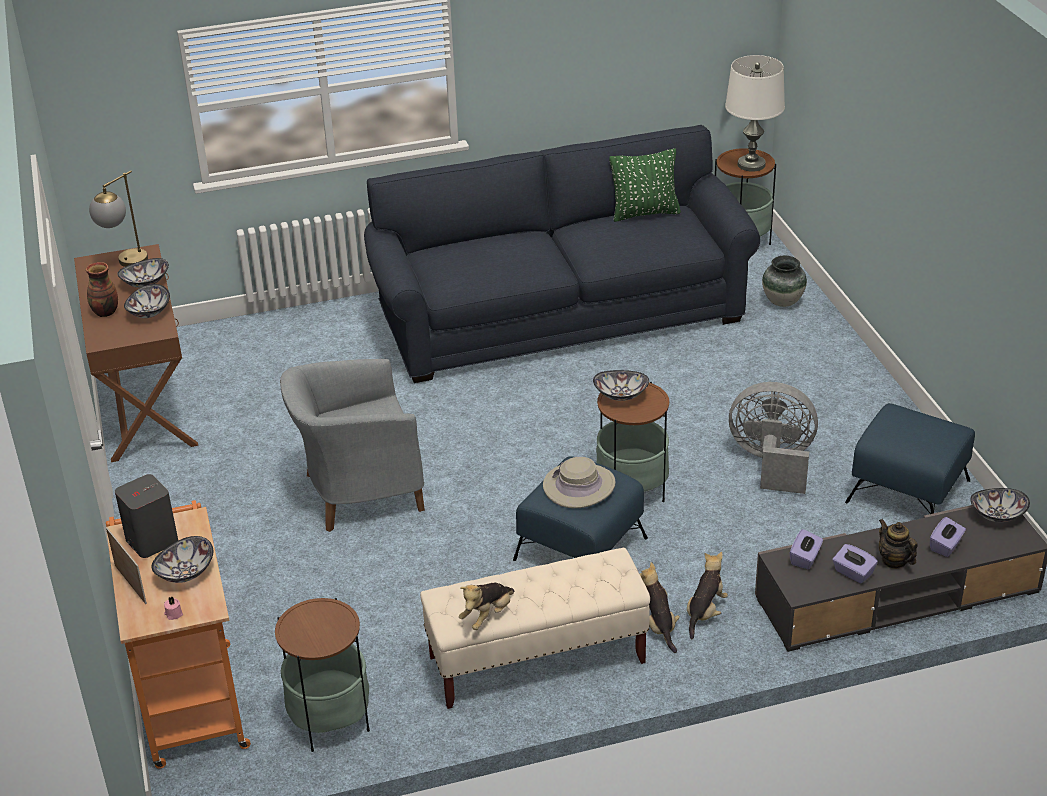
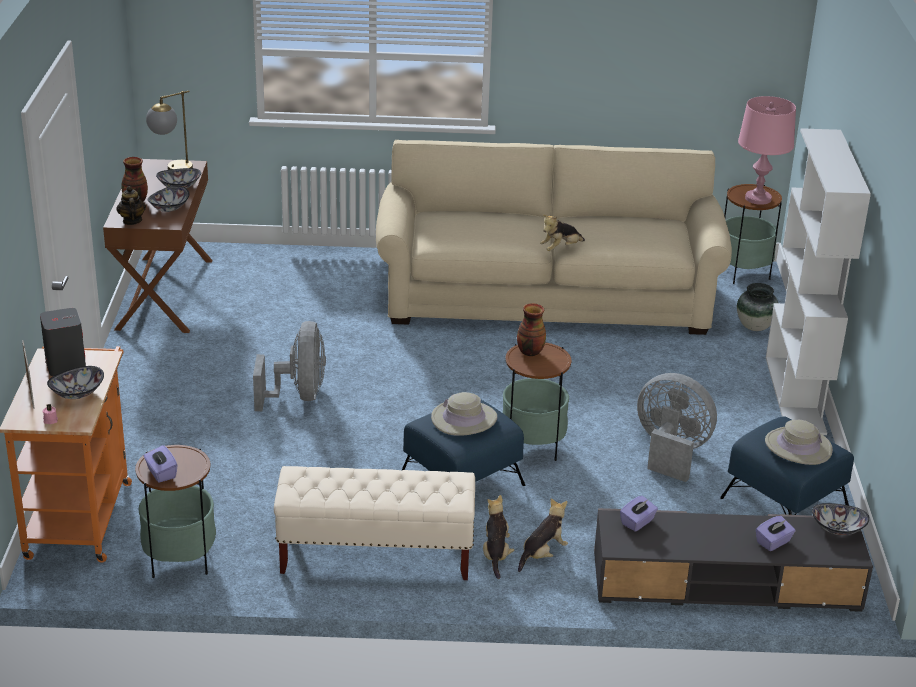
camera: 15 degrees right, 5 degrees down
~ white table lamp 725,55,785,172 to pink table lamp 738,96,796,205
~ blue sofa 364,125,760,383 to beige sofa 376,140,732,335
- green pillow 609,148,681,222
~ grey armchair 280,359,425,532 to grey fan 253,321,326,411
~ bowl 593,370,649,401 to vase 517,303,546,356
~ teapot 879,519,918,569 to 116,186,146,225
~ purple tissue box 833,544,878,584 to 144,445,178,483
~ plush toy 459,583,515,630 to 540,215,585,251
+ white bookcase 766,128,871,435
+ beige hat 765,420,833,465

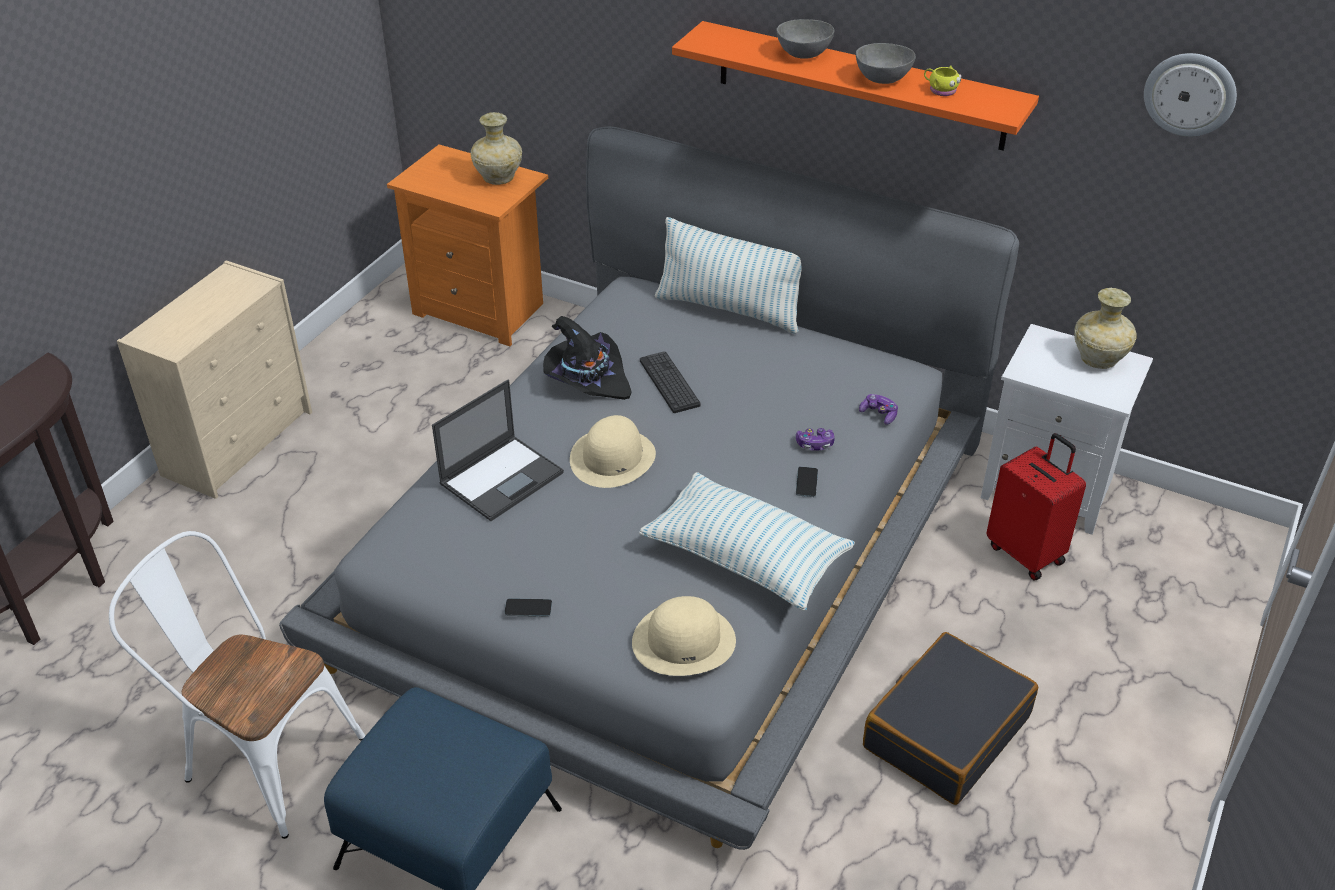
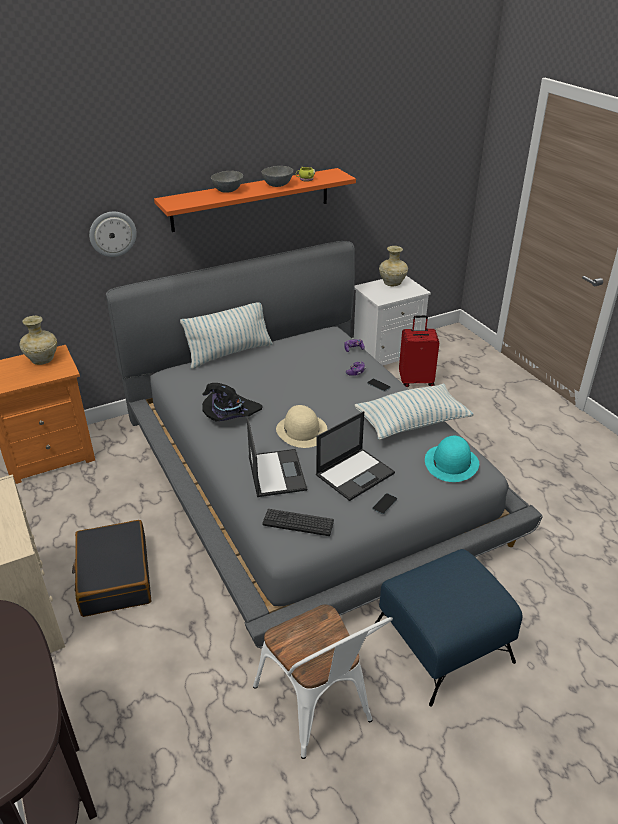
camera: 55 degrees left, 5 degrees down
~ wall clock 1144,53,1237,136 to 89,212,137,257
~ keyboard 640,351,701,413 to 263,509,334,536
~ white chair 109,531,365,839 = 253,605,393,759 90 degrees counterclockwise
~ beige hat 632,596,736,676 to turquoise hat 425,436,479,482
~ black suitcase 863,632,1038,805 to 72,520,151,617
+ laptop 316,411,395,501

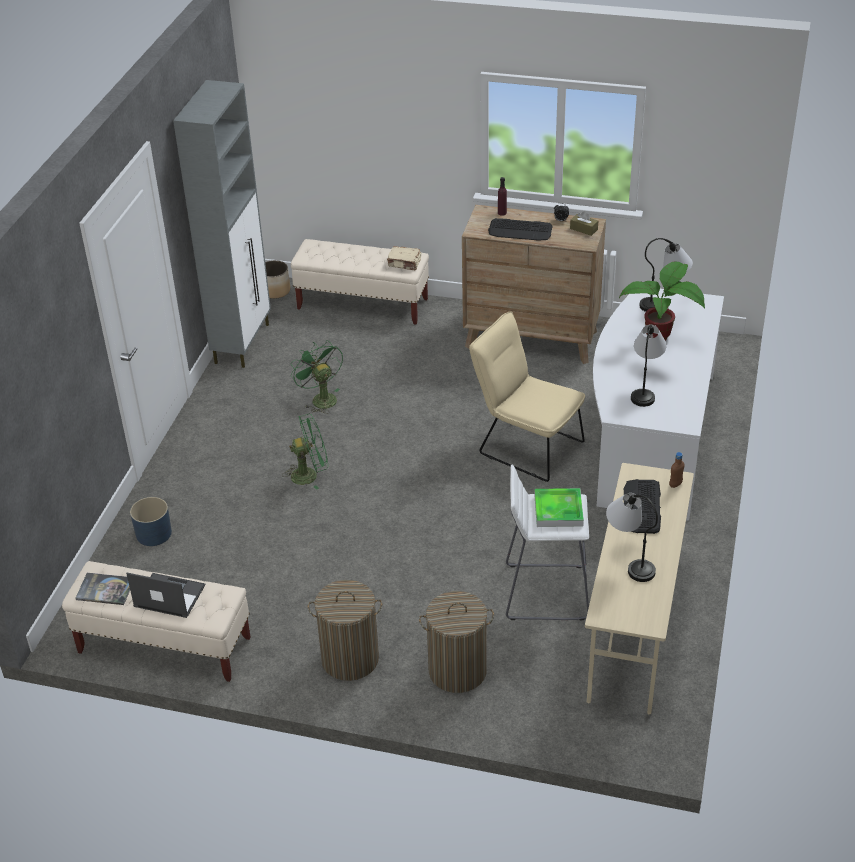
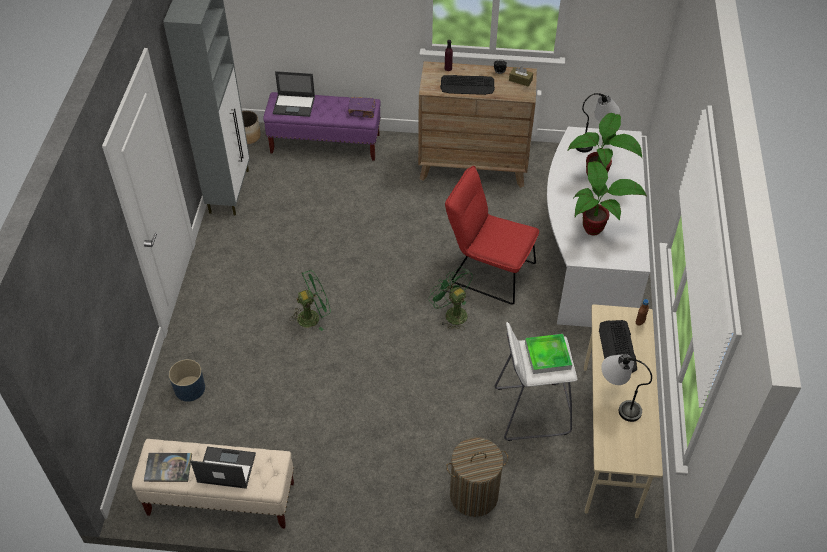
camera: 10 degrees left, 10 degrees up
~ beige bench 291,239,429,325 to purple bench 263,92,381,161
~ beige book 387,246,421,270 to purple book 348,97,376,118
~ beige chair 469,311,585,482 to red chair 445,166,539,305
~ table lamp 631,324,666,407 to potted plant 573,161,647,236
~ green fan 291,340,343,414 to 428,267,473,330
- laundry basket 308,580,382,681
+ laptop 273,71,315,117

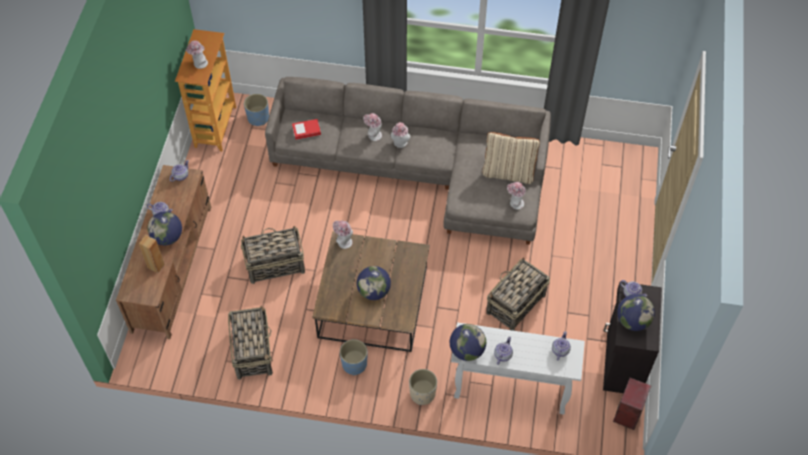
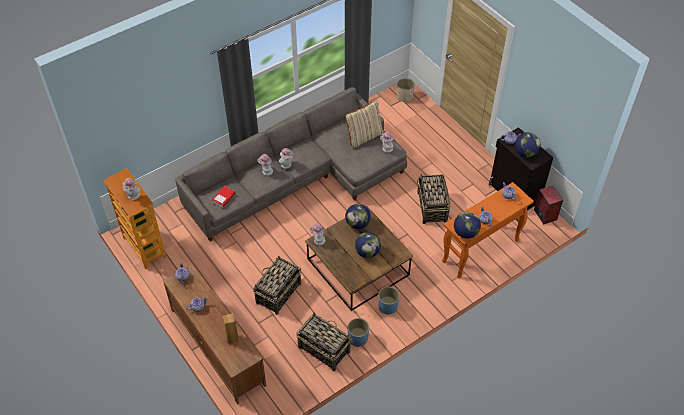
camera: 45 degrees left, 5 degrees down
~ blue planter 244,94,269,126 to 348,318,369,347
~ globe 148,211,182,245 to 345,204,371,229
~ white console table 451,322,585,415 to orange console table 442,182,534,278
~ beige planter 409,369,437,405 to 397,78,415,102

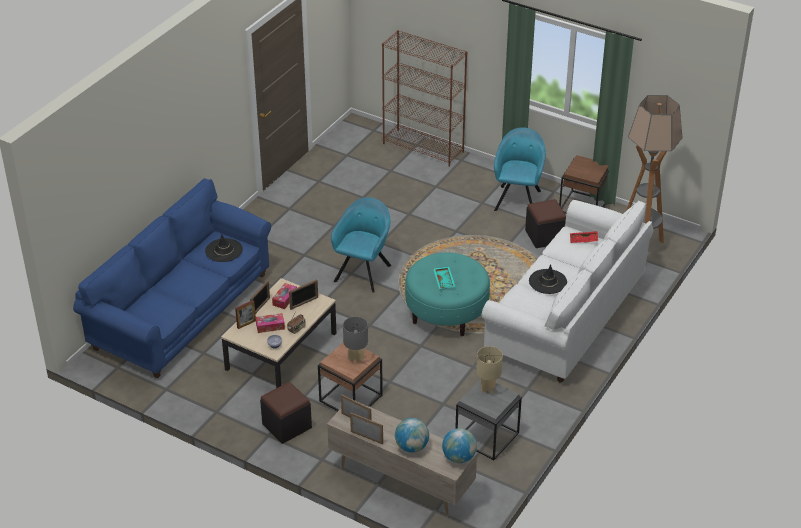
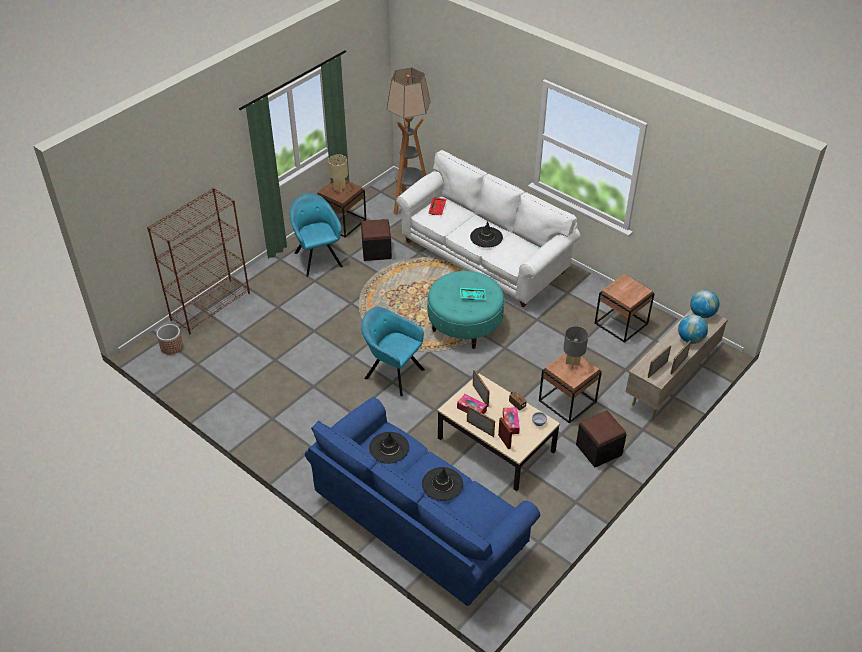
camera: 80 degrees left, 5 degrees up
~ turquoise armchair 494,127,546,211 = 290,193,343,277 45 degrees clockwise
~ beige table lamp 476,346,503,394 to 328,154,348,192
~ grey side table 455,379,522,461 to brown side table 595,274,655,343
+ planter 157,324,183,355
+ black hat 422,467,463,501

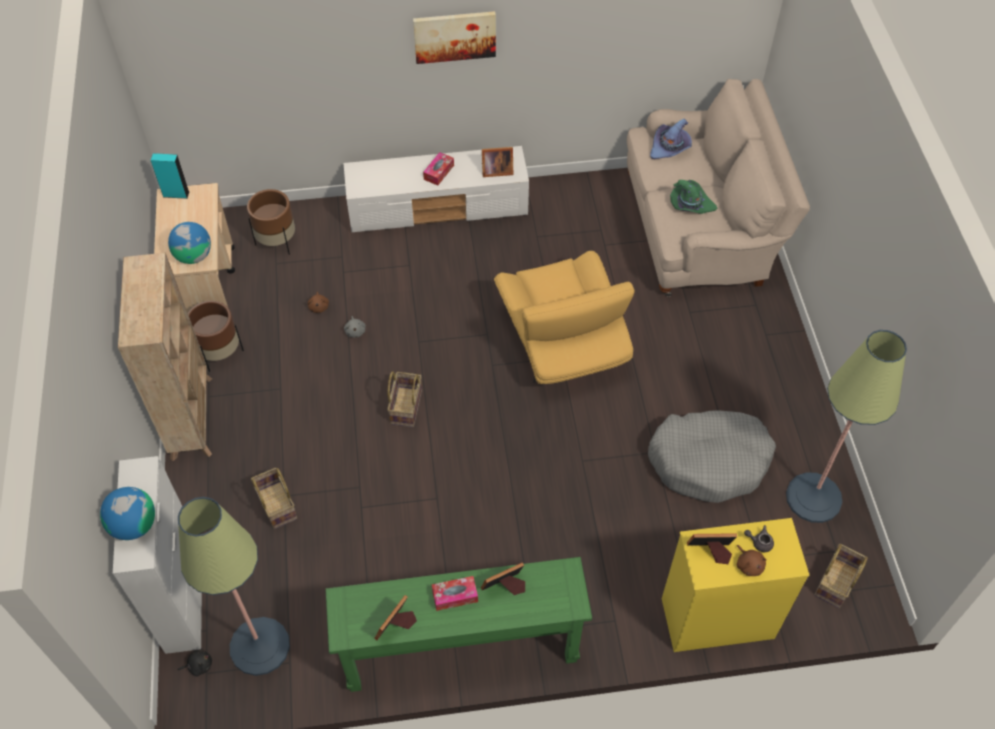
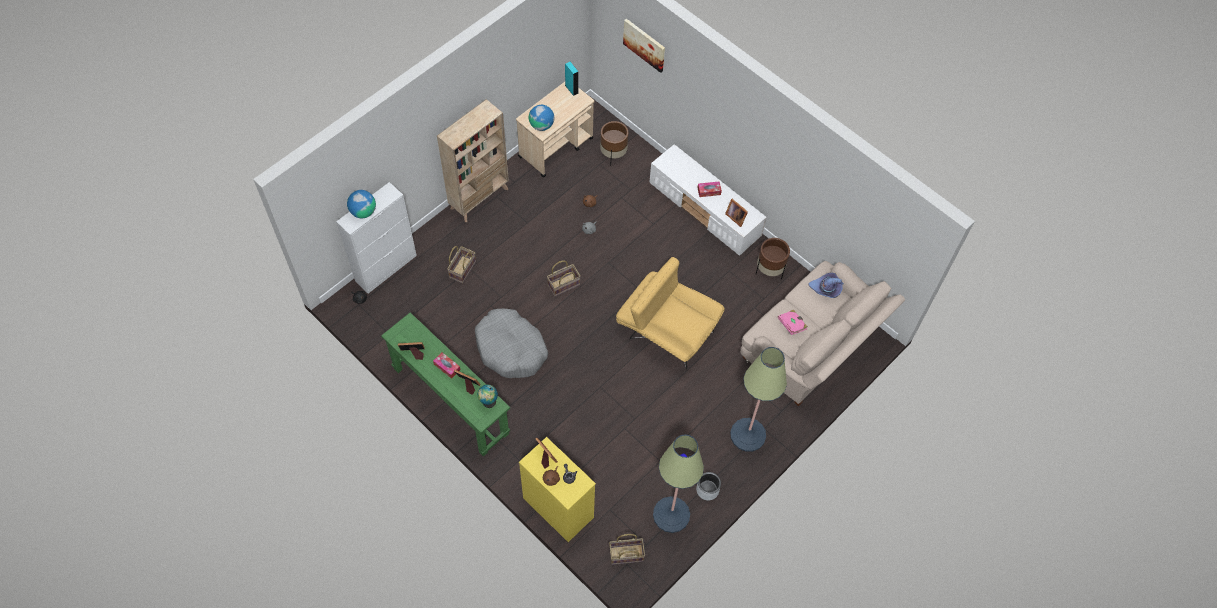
camera: 50 degrees right, 5 degrees up
~ picture 413,11,496,64 to 623,19,665,73
~ green hat 670,180,717,214 to pink book 778,310,807,335
~ yellow armchair 494,251,635,384 = 616,257,725,369 90 degrees clockwise
~ brown planter 188,301,244,372 to 756,238,790,280
~ grey dog bed 648,410,776,503 to 475,309,548,378
~ floor lamp 178,497,290,676 to 730,347,787,452
+ globe 478,385,498,408
+ grey planter 696,472,721,500

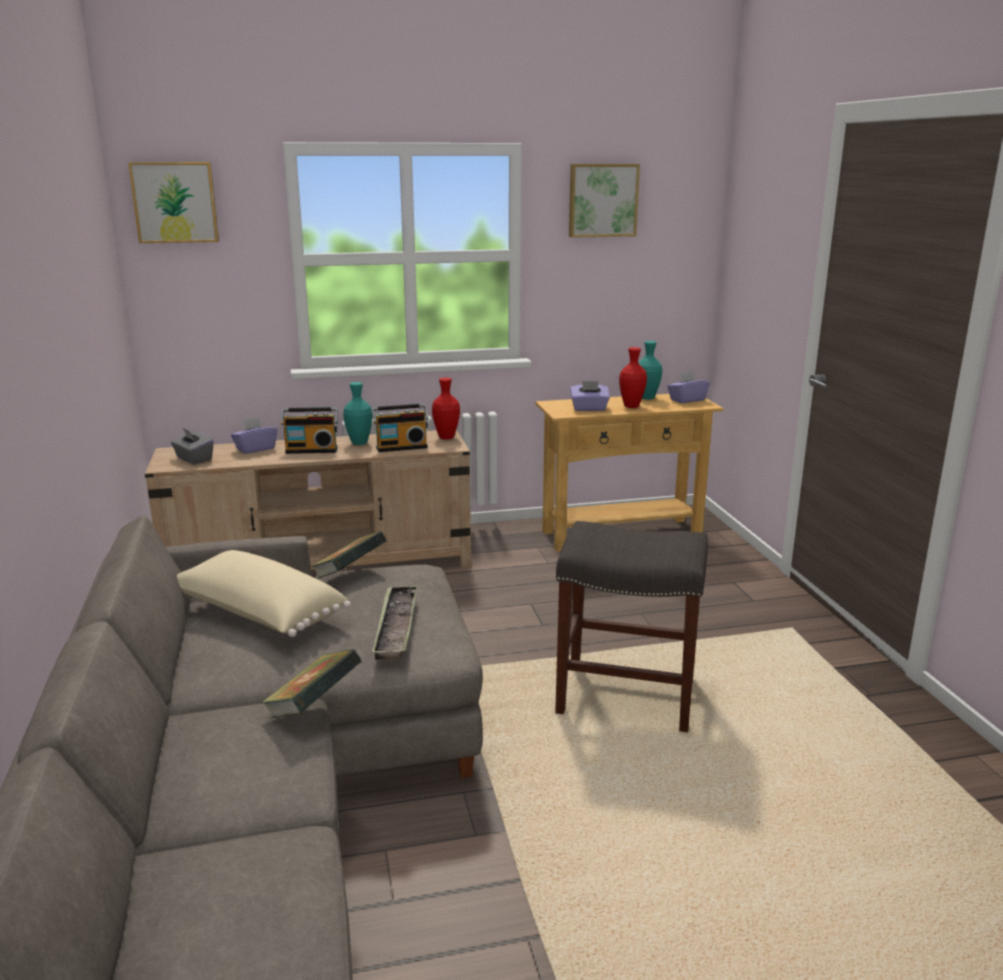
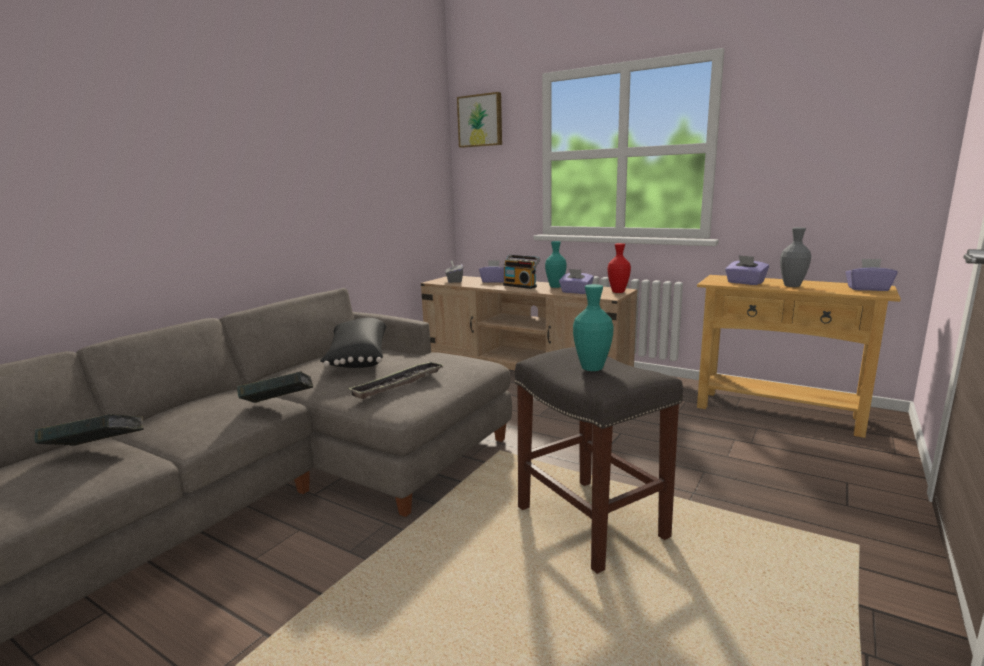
camera: 45 degrees right, 5 degrees down
- picture 569,164,640,238
~ turquoise vase 638,341,662,400 to 573,284,614,371
~ red vase 619,347,647,408 to grey vase 780,227,811,287
~ radio 371,404,429,452 to purple tissue box 559,269,594,294
~ book 310,531,386,579 to 34,414,144,446
~ beige pillow 177,550,351,637 to black pillow 320,318,386,368

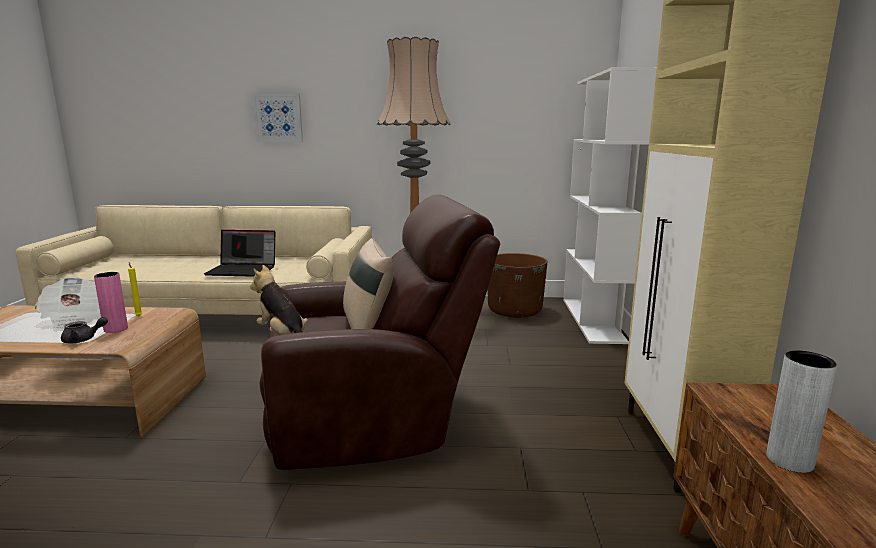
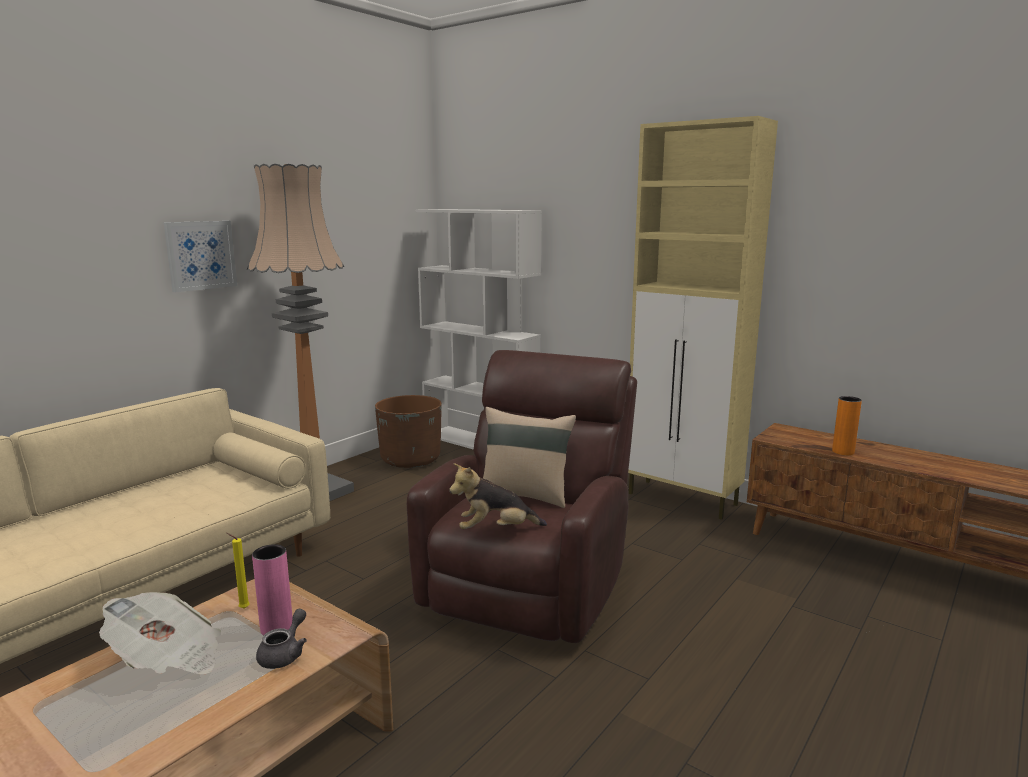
camera: 55 degrees left, 0 degrees up
~ picture 252,93,303,142 to 164,221,237,292
- laptop 204,230,275,277
~ grey vase 766,350,837,473 to orange vase 832,396,862,455

